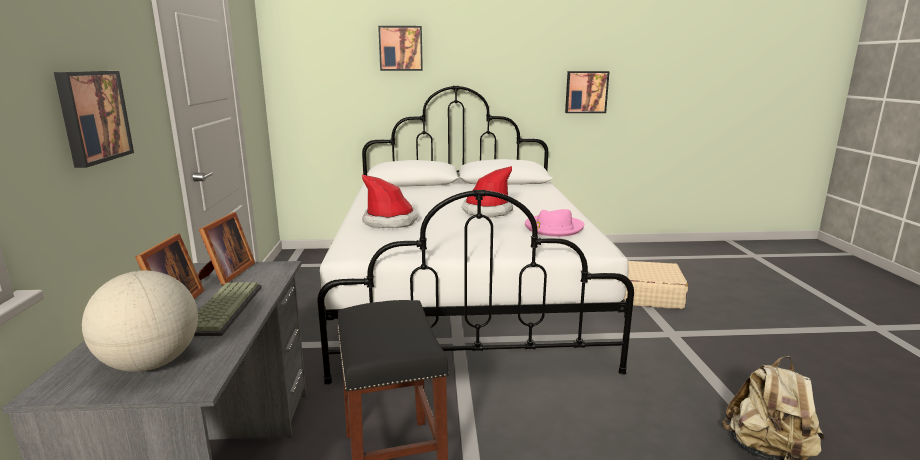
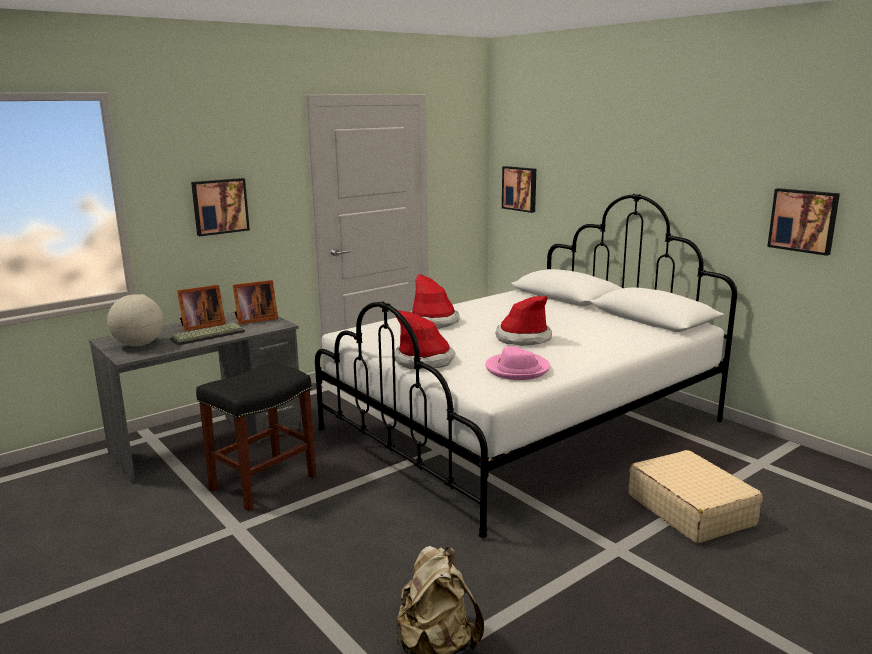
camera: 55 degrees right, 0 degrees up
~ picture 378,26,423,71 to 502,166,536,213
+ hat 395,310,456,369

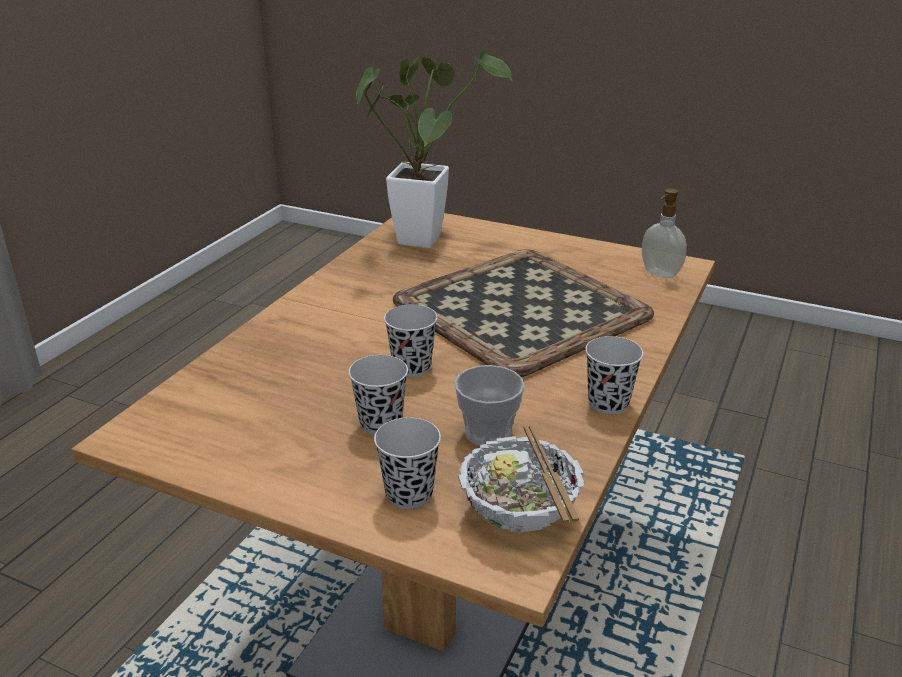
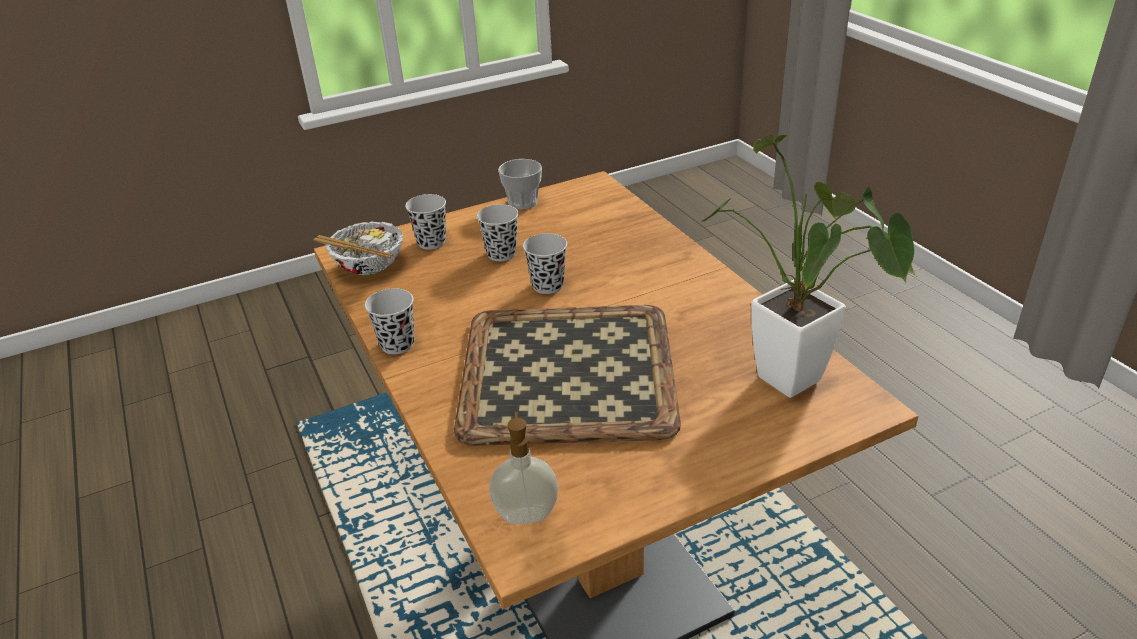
camera: 130 degrees right, 5 degrees up
~ cup 455,365,525,446 to 498,159,542,210

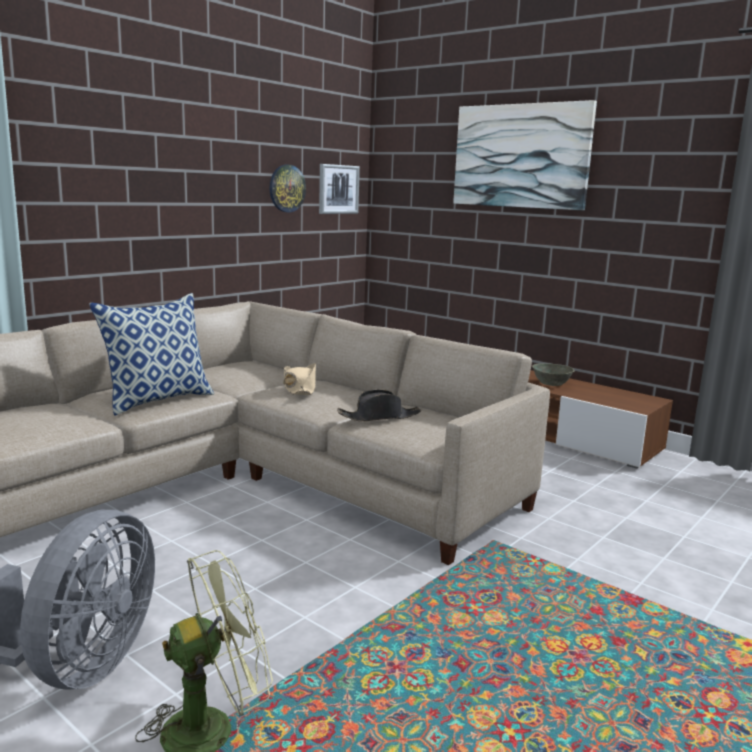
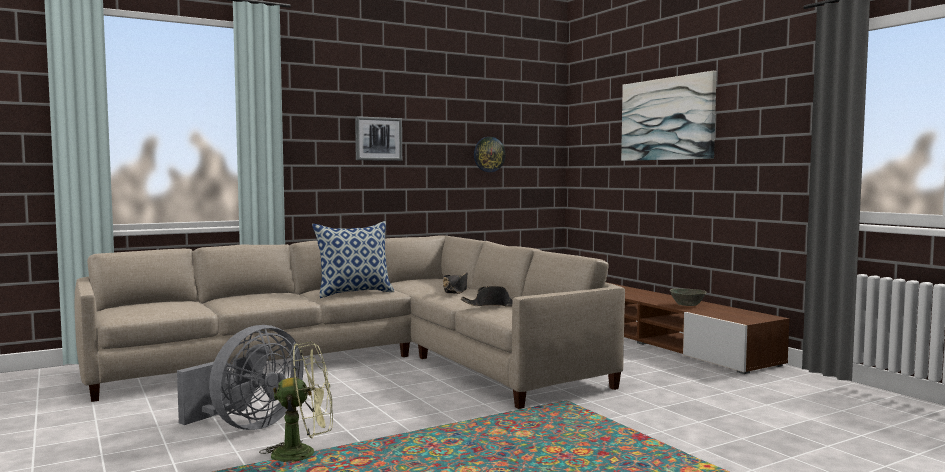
camera: 20 degrees right, 10 degrees down
~ picture 319,164,360,214 to 355,116,402,161
~ beige hat 283,363,316,395 to black hat 443,273,467,294

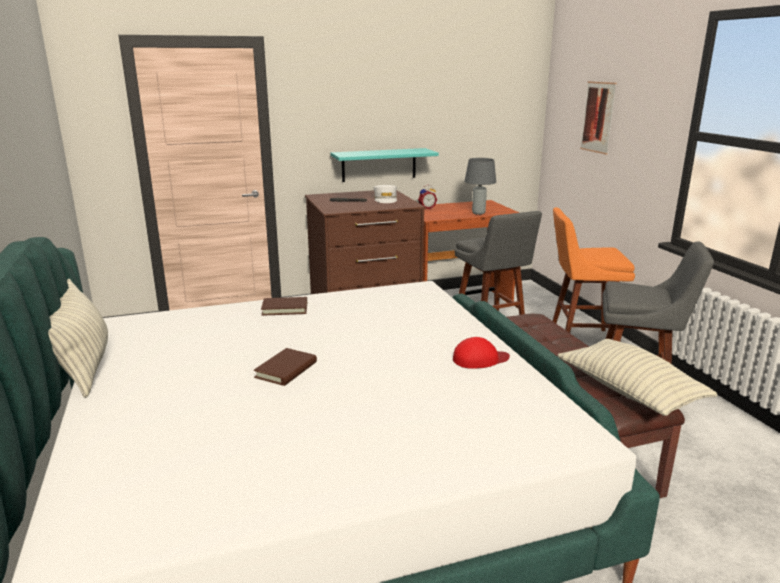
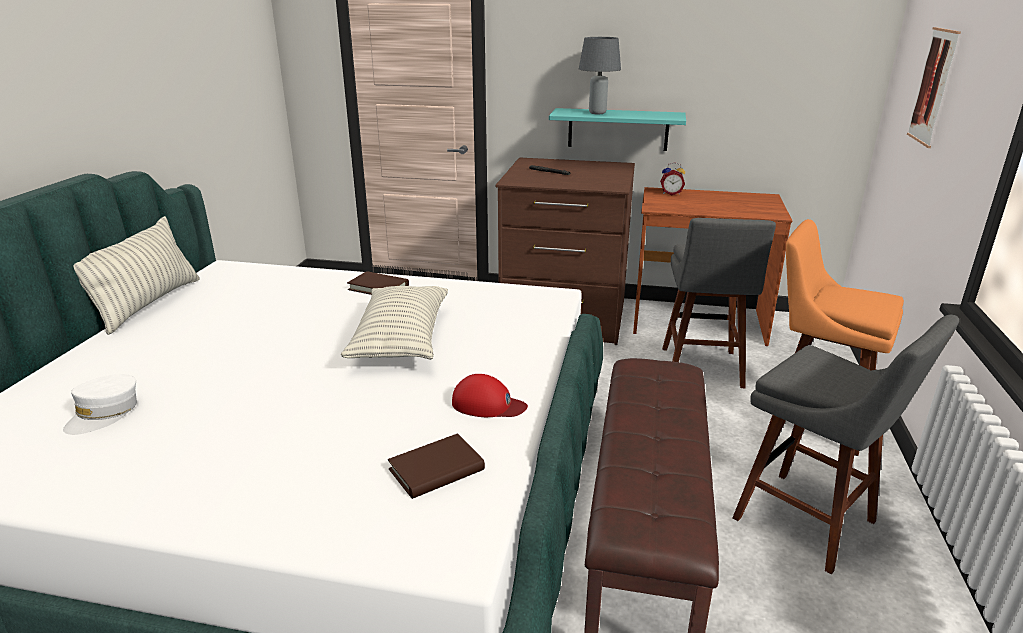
camera: 30 degrees right, 5 degrees up
~ grey table lamp 464,158,496,215 to 579,37,621,114
~ white cap 374,185,397,203 to 63,374,137,435
~ pillow 558,339,717,416 to 341,286,448,360
~ brown book 254,348,317,386 to 388,433,485,499

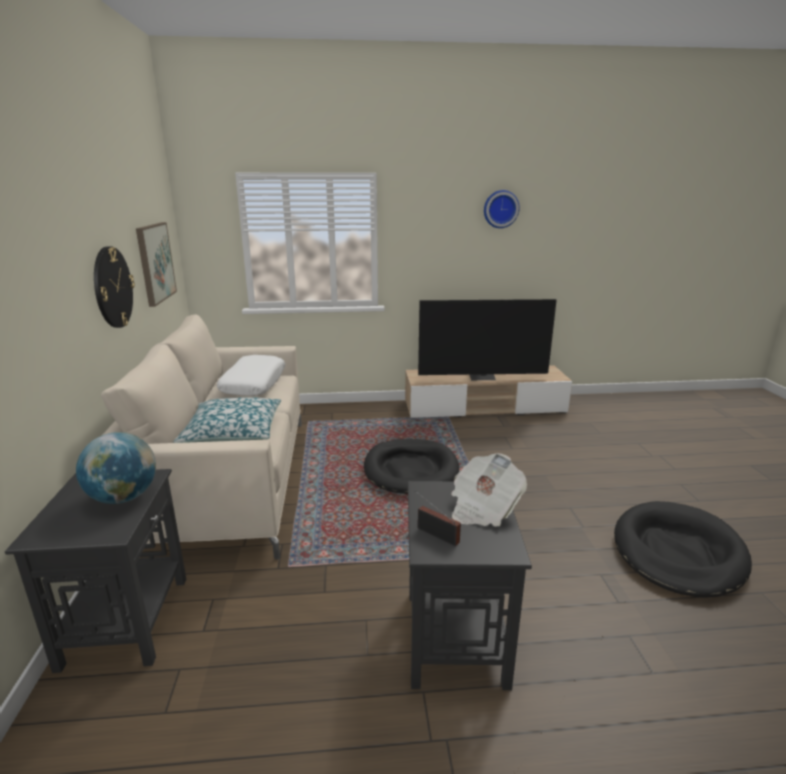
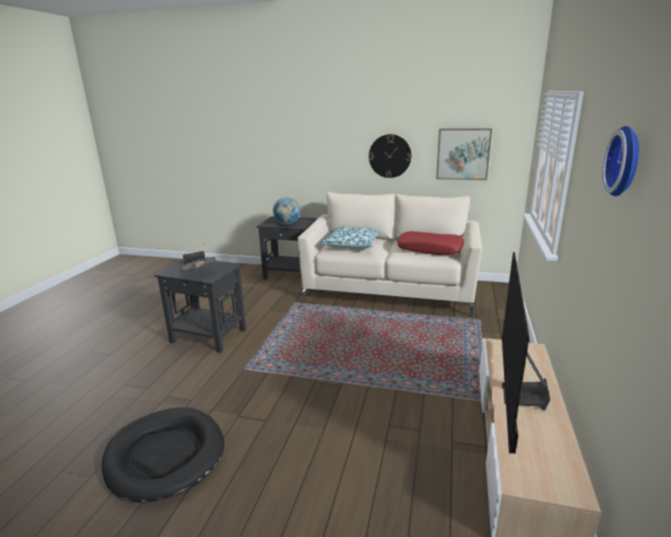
camera: 110 degrees right, 0 degrees up
~ white pillow 217,355,285,396 to red pillow 397,231,464,255
- black dog bed 364,439,459,494

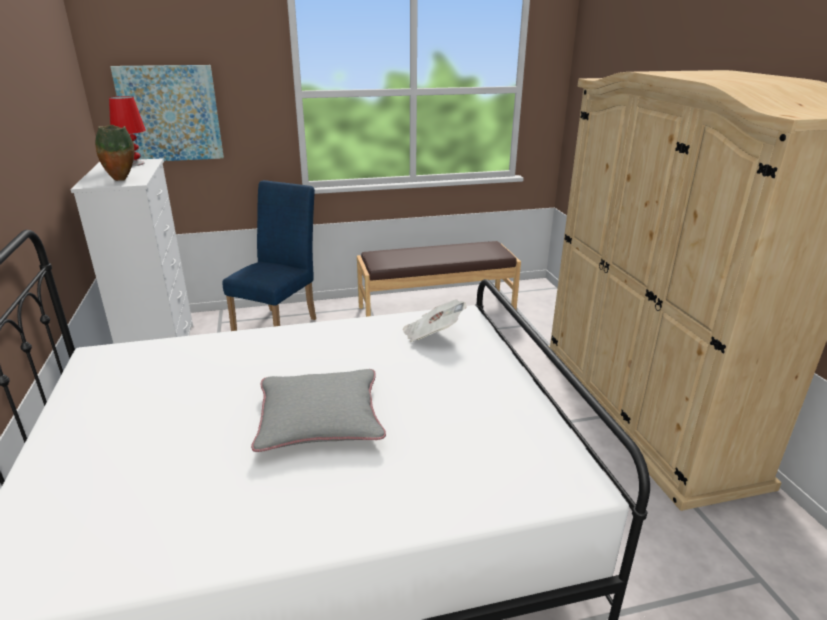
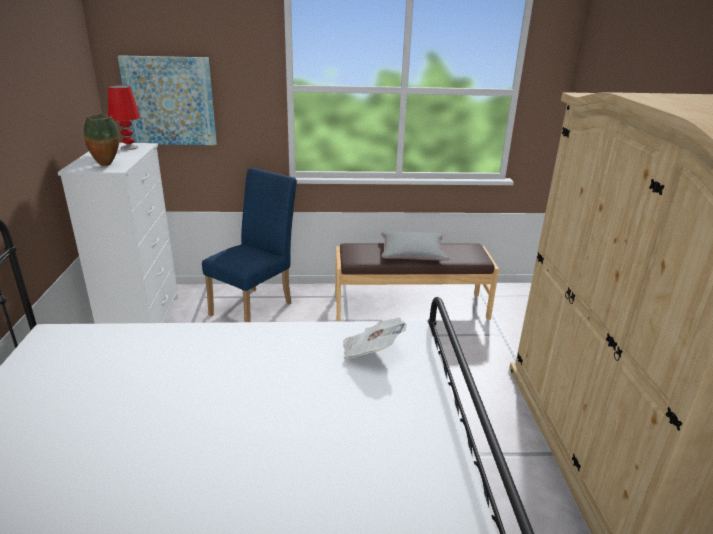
camera: 10 degrees right, 0 degrees up
~ grey pillow 251,369,386,452 to 381,231,450,260

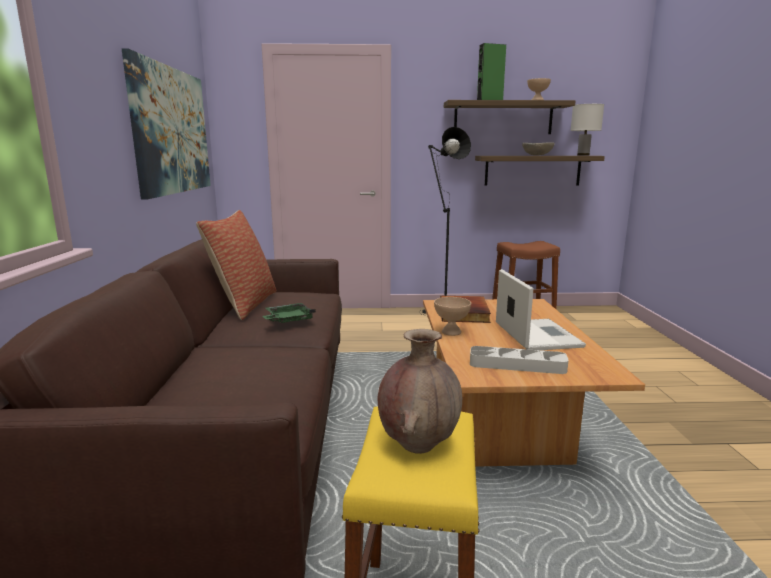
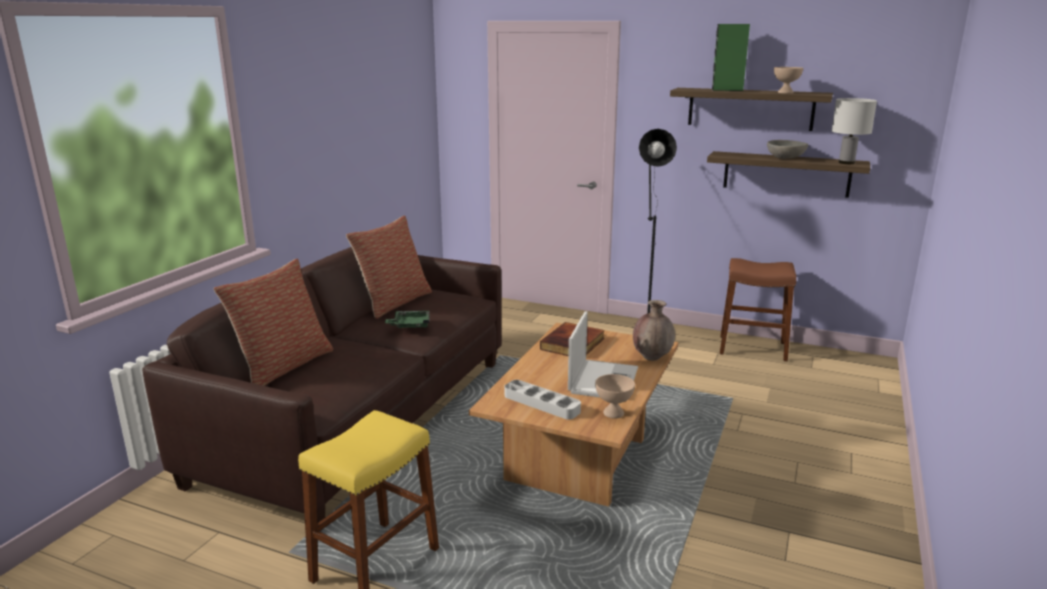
camera: 25 degrees right, 5 degrees up
- picture 121,48,211,200
~ beige bowl 434,297,471,336 to 595,374,635,419
~ brown vase 377,329,462,454 to 633,300,675,361
+ pillow 214,259,333,386

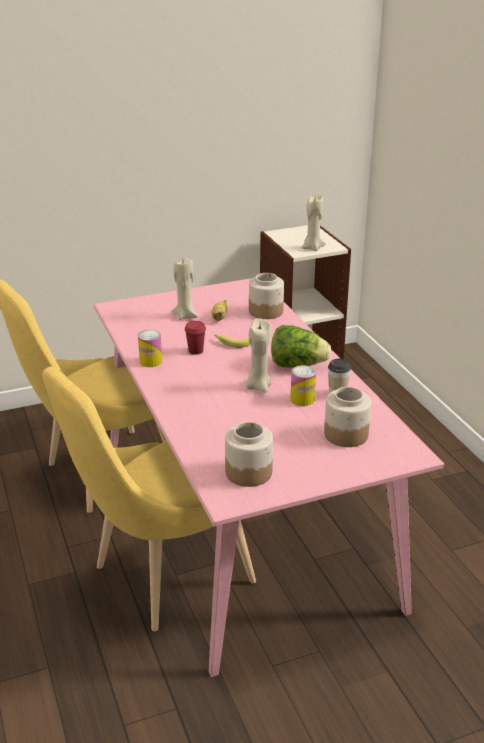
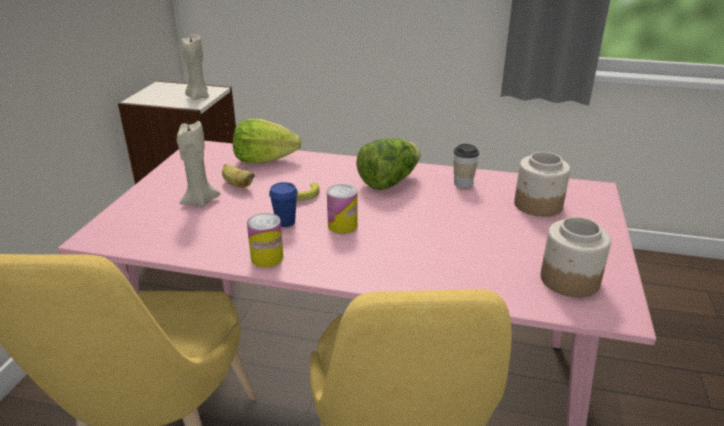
camera: 55 degrees left, 0 degrees up
~ jar 249,273,284,319 to lettuce 233,119,302,163
- beige candle 246,318,272,393
~ red cup 185,321,206,355 to blue cup 269,182,298,227
~ can 291,365,316,406 to 327,184,358,234

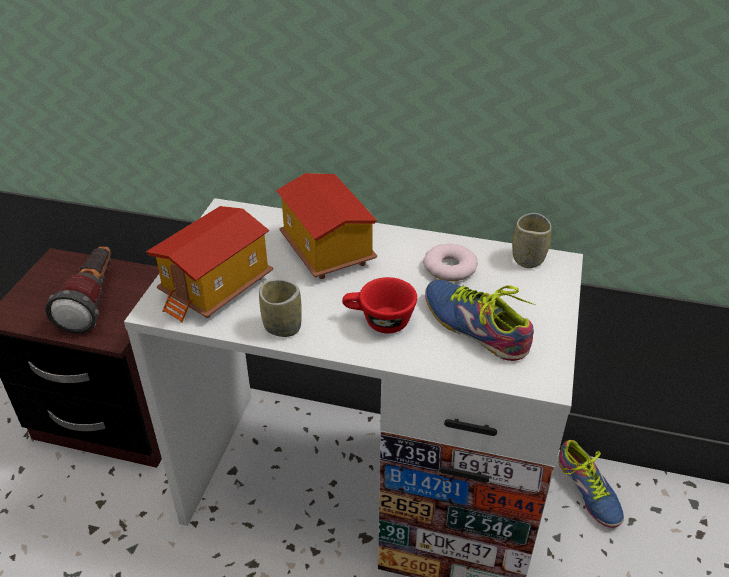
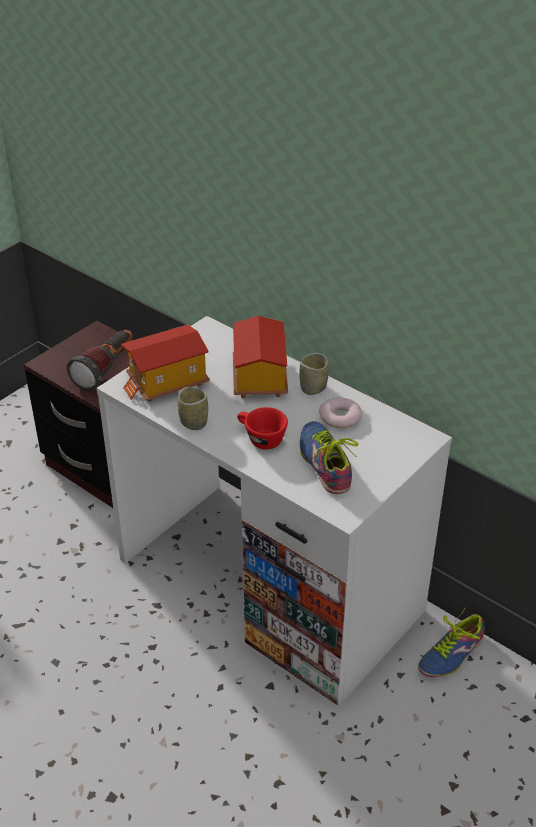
camera: 25 degrees right, 0 degrees up
~ cup 512,213,552,268 to 299,353,329,395
~ shoe 558,440,624,528 = 418,607,485,677 45 degrees clockwise

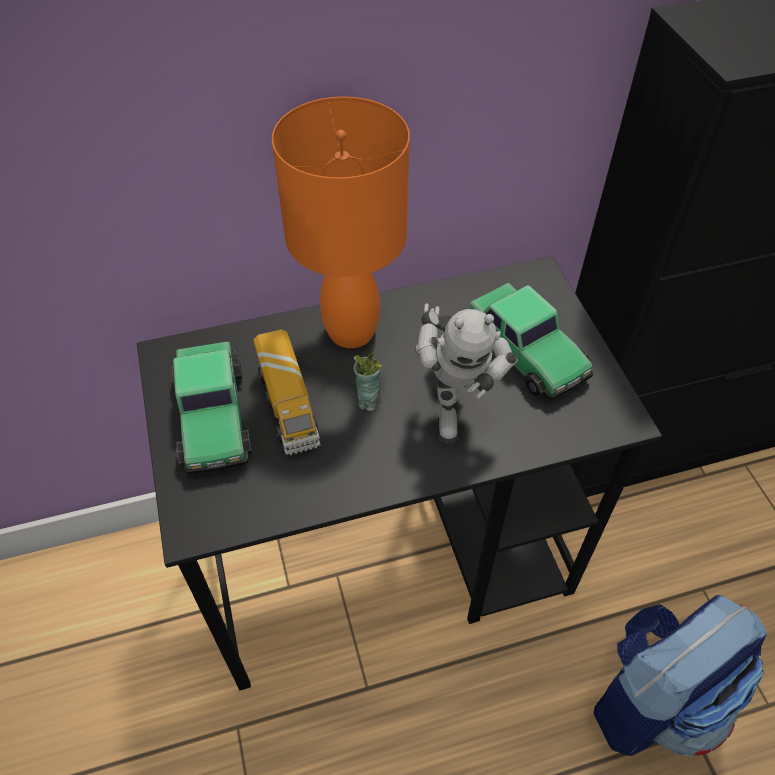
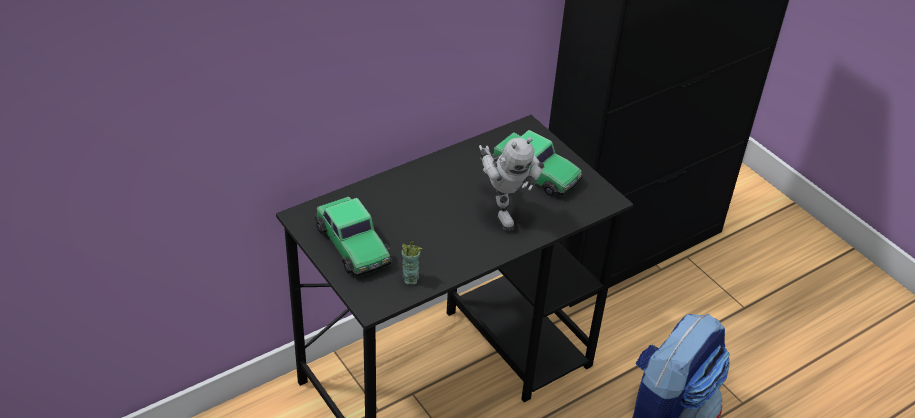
camera: 20 degrees left, 10 degrees down
- orange table lamp 272,97,410,348
- toy truck 253,329,321,455
~ cup 353,352,382,411 to 402,241,422,285

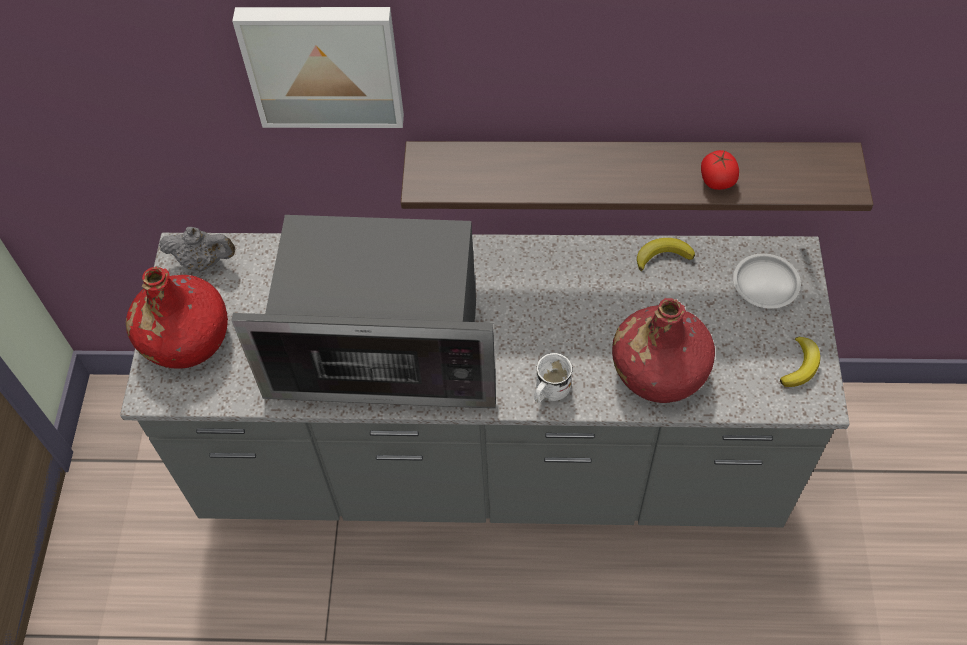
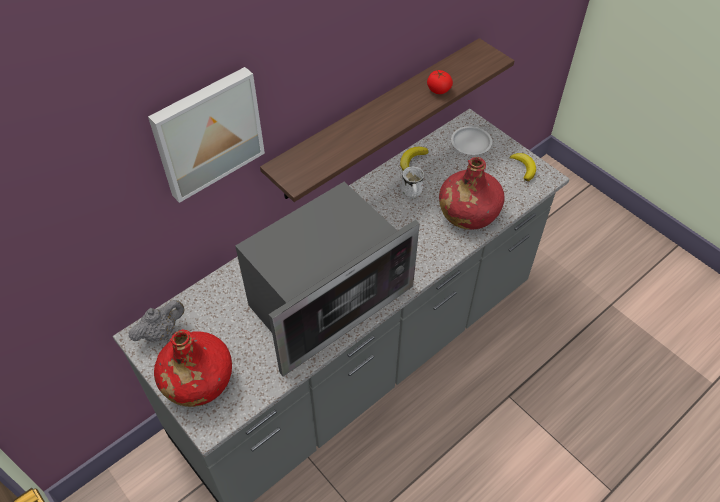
camera: 45 degrees left, 5 degrees down
~ white mug 534,353,573,403 to 401,166,424,199

